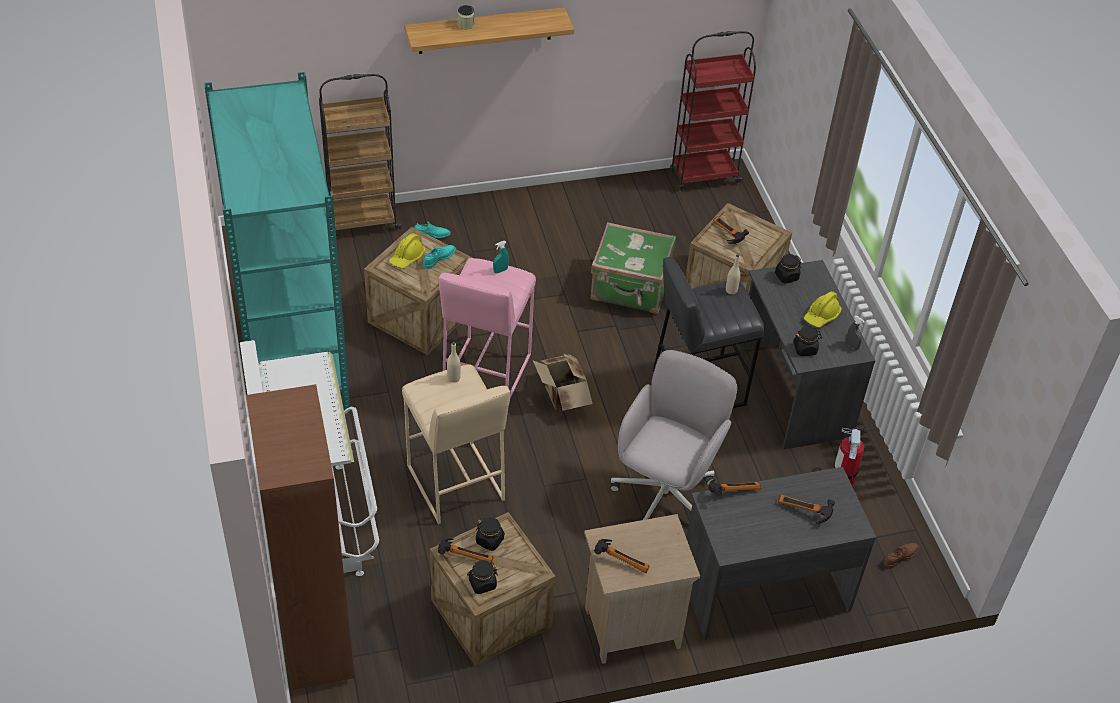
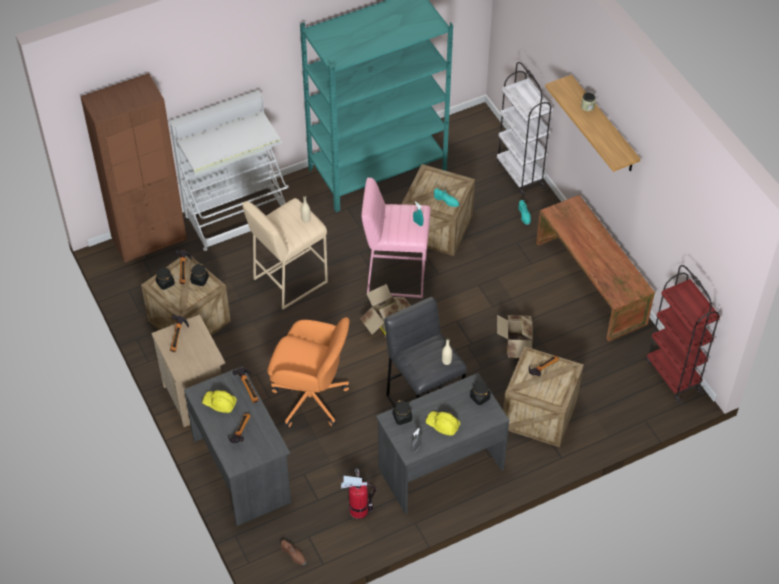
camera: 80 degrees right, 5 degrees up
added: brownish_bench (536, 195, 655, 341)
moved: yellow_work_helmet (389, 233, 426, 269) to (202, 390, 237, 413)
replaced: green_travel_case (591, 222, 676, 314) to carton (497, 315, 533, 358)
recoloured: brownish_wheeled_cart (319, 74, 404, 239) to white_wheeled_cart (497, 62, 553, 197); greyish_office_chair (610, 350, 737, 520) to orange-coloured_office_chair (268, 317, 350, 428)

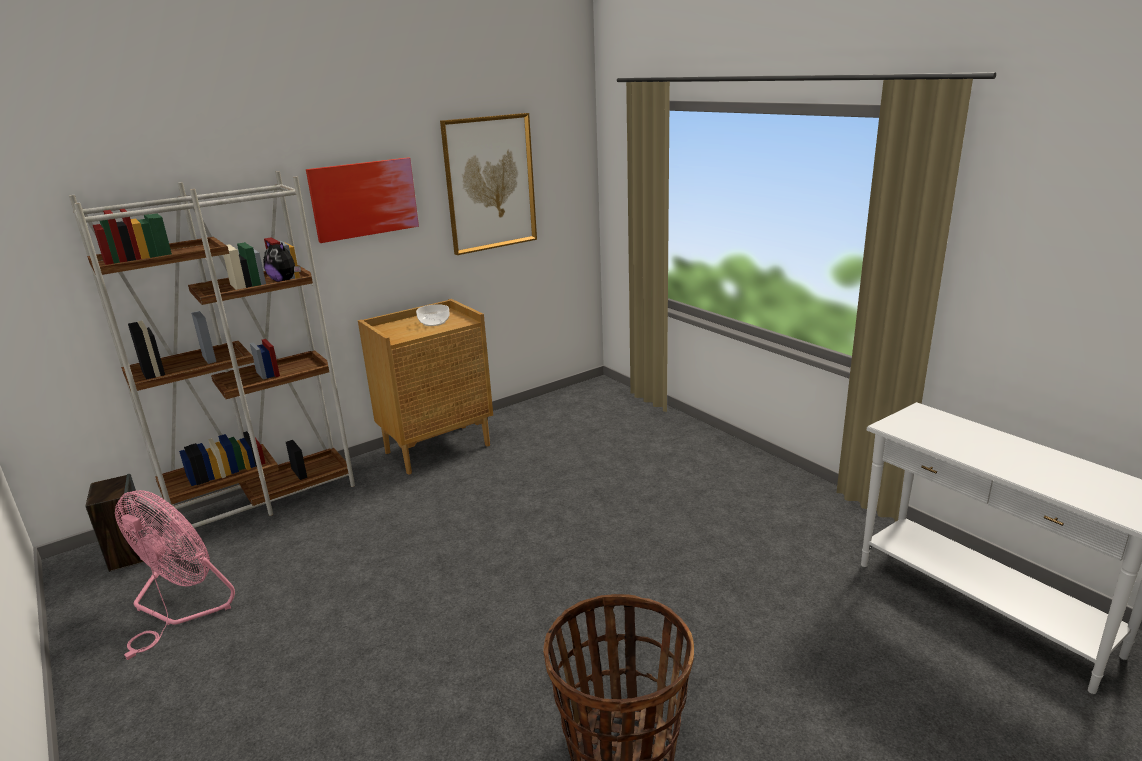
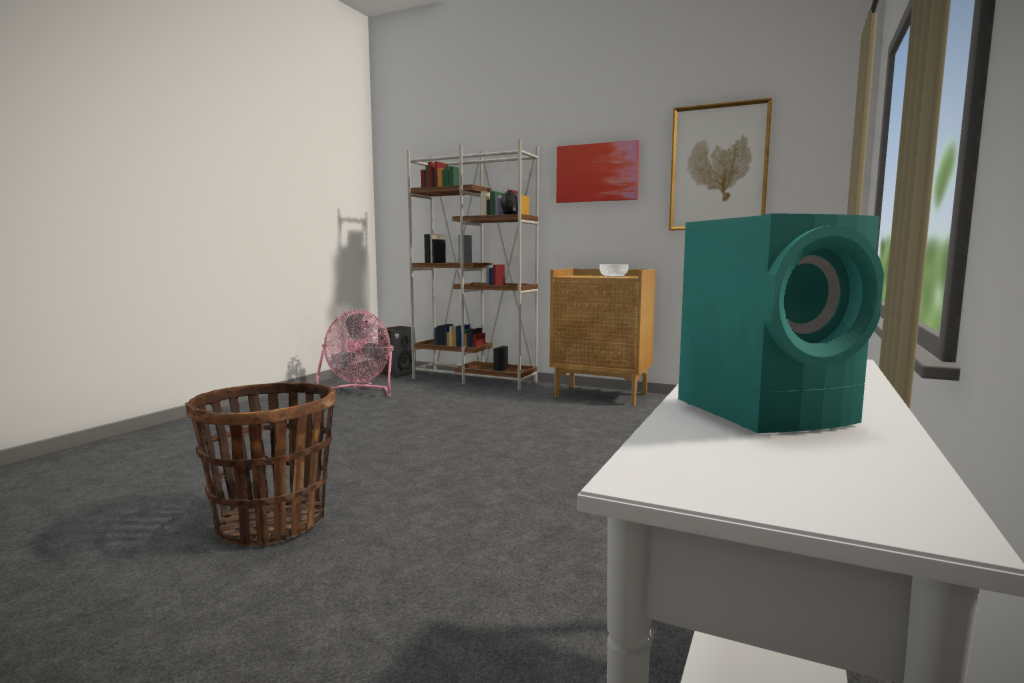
camera: 60 degrees right, 15 degrees down
added: blue-green_speaker (678, 214, 884, 433)
turned: pink-coloured_cooling_fan (115, 490, 235, 660) = (316, 310, 394, 396) 105 degrees clockwise

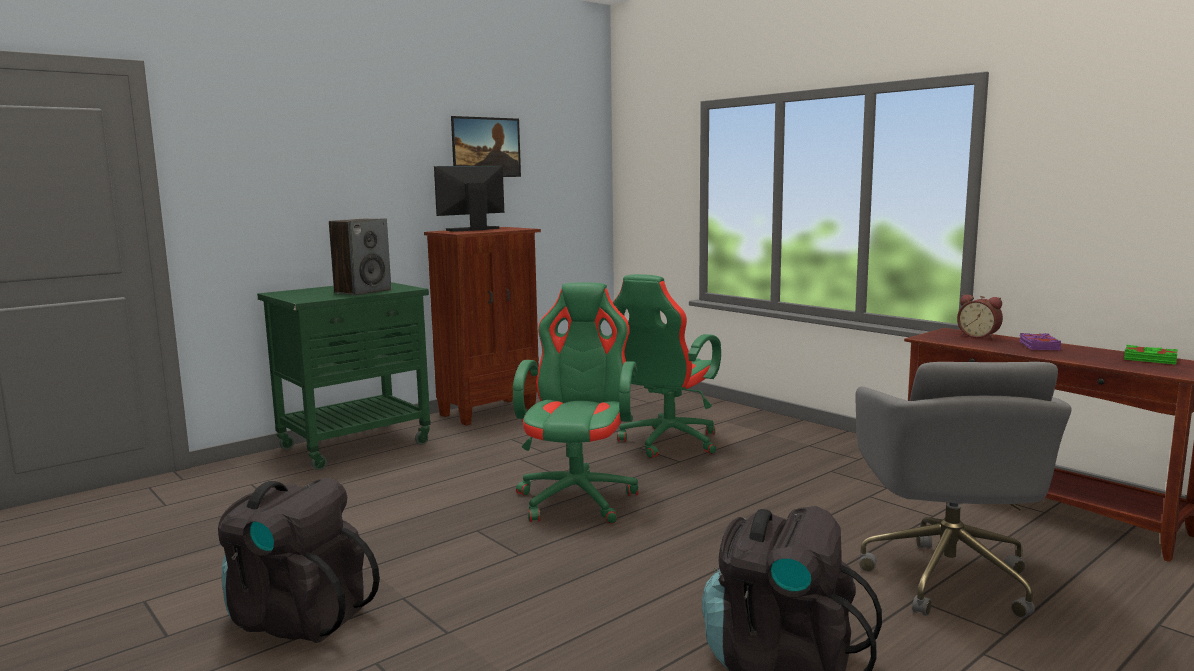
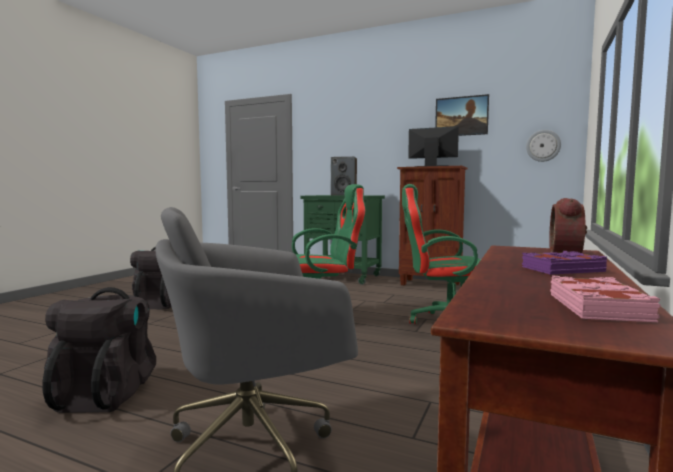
camera: 65 degrees right, 5 degrees down
added: hanging_clock (526, 130, 561, 162)
recoloured: green_book (1124, 345, 1178, 365) to pink-coloured_book (550, 275, 660, 322)

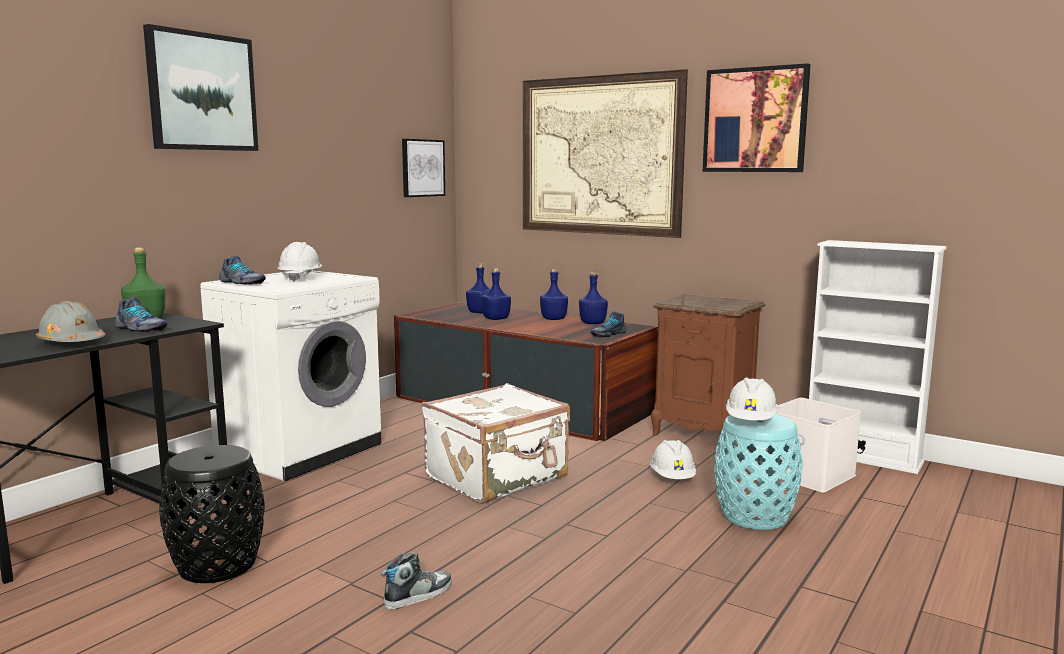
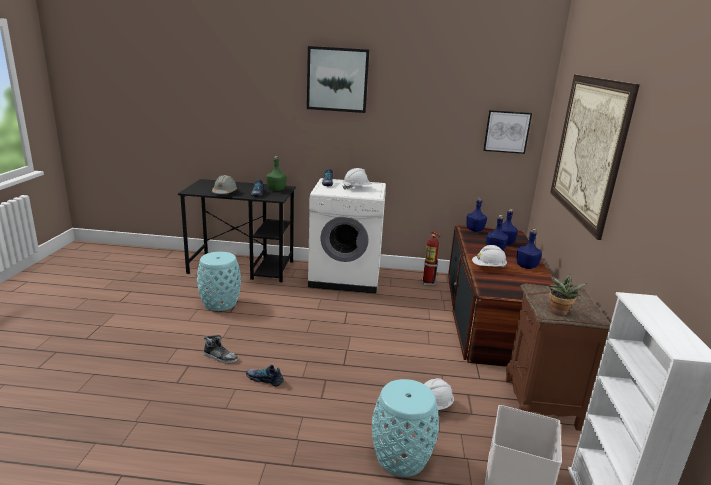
camera: 60 degrees right, 10 degrees up
removed: wall_art (703, 63, 810, 172); white_travel_case (422, 383, 570, 504)
added: fire-fighting_cylinder (422, 231, 441, 286); potted_plant (548, 275, 588, 316)
moved: blue_beverage_bottle (579, 271, 608, 324) to (466, 197, 487, 232); shoe (591, 311, 626, 338) to (246, 365, 284, 386); white_work_helmet (726, 377, 779, 420) to (472, 245, 507, 267)
recoloured: blackish_stool_seat (159, 445, 265, 583) to blue-green_stool_seat (197, 252, 241, 311)

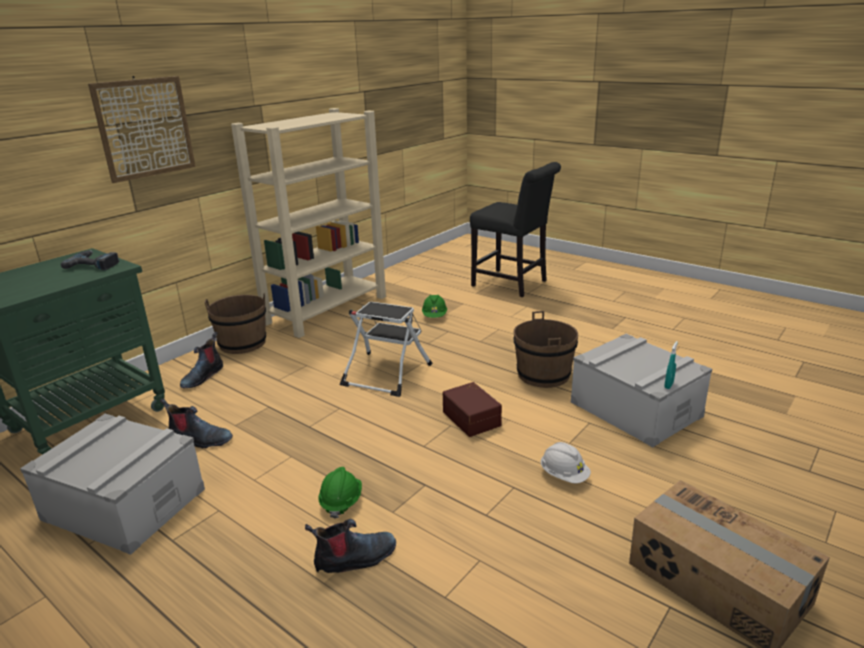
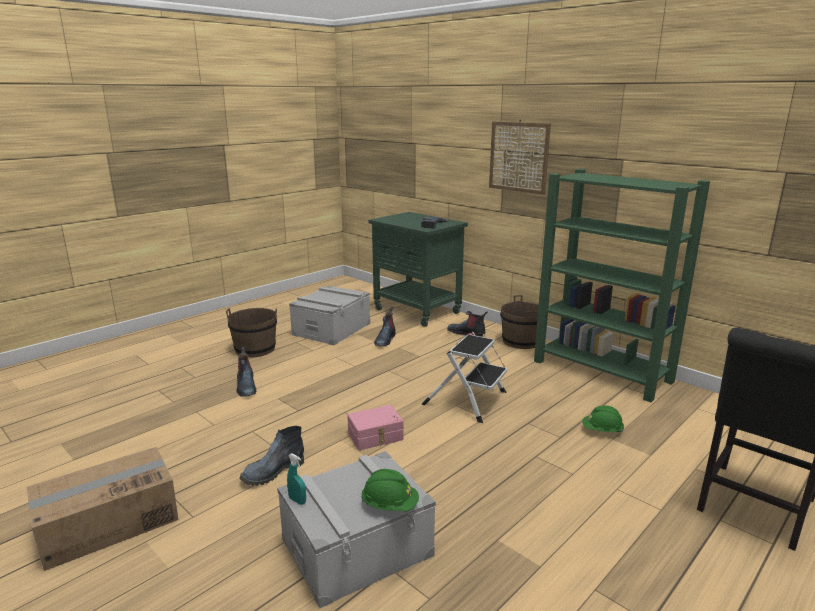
camera: 95 degrees right, 5 degrees down
moved: brownish_water_bucket (514, 311, 578, 388) to (226, 308, 277, 358); green_work_helmet (319, 467, 362, 519) to (361, 469, 419, 511)
replaced: white_work_helmet (541, 442, 591, 483) to boot (239, 426, 304, 486)
recoloured: beige_bookcase (231, 108, 386, 338) to green_bookcase (534, 169, 710, 402); brownish_storage_container (443, 382, 502, 437) to pink-coloured_storage_container (347, 405, 404, 450)

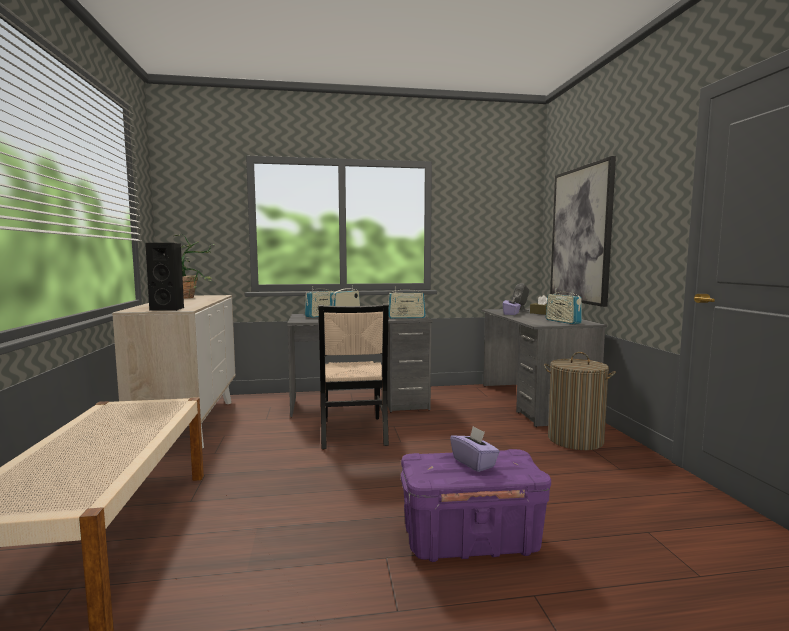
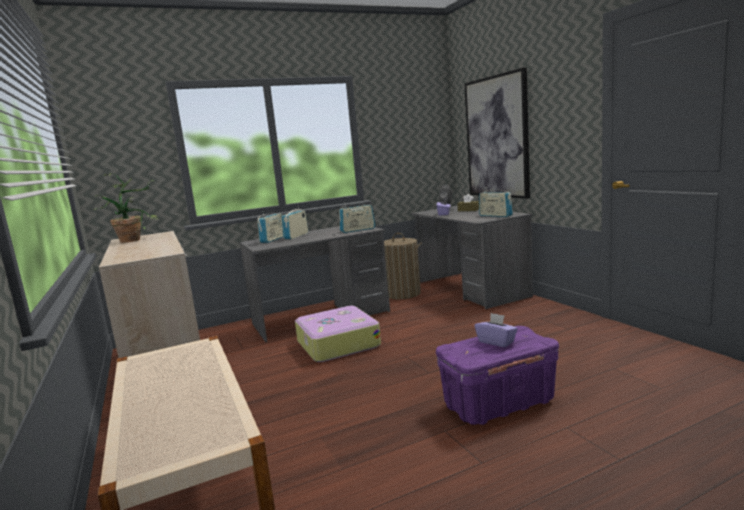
camera: 15 degrees left, 5 degrees up
removed: blackish_speaker (145, 243, 184, 311)
moved: laundry_basket (544, 352, 616, 450) to (384, 233, 422, 299)
replaced: plain_chair (319, 304, 389, 449) to travel_case (295, 306, 381, 362)

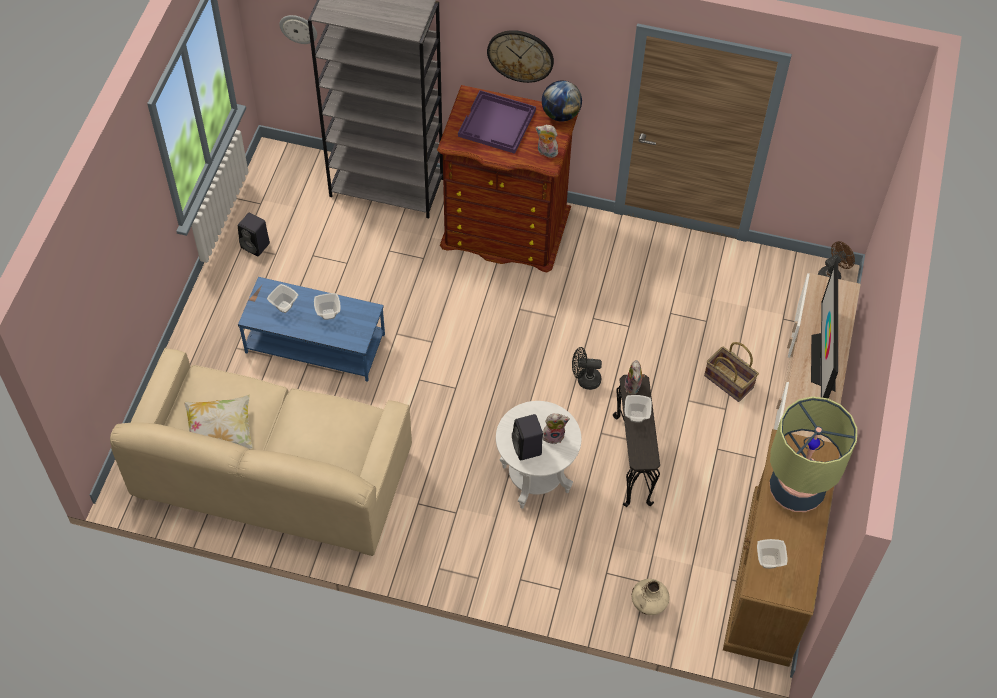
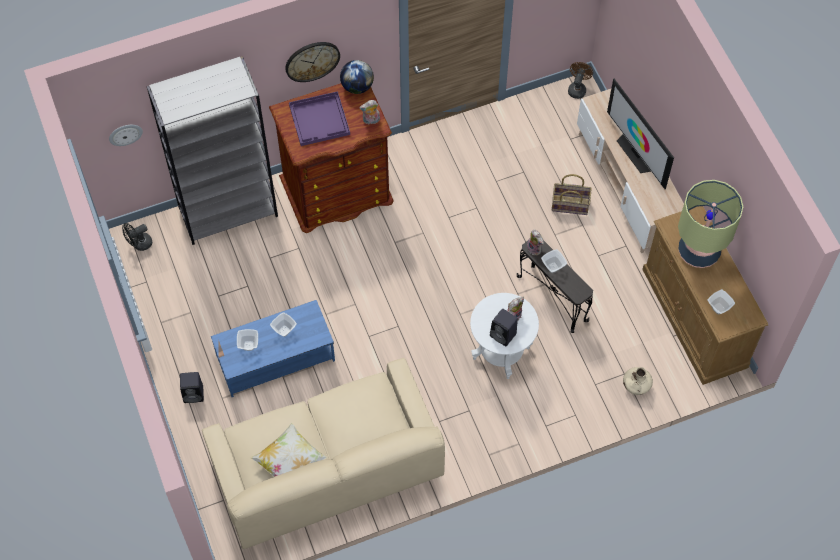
camera: 35 degrees left, 5 degrees up
moved: blackish_speaker (238, 213, 270, 256) to (180, 372, 204, 403); blackish_cooling_fan (572, 347, 602, 390) to (122, 223, 152, 251)

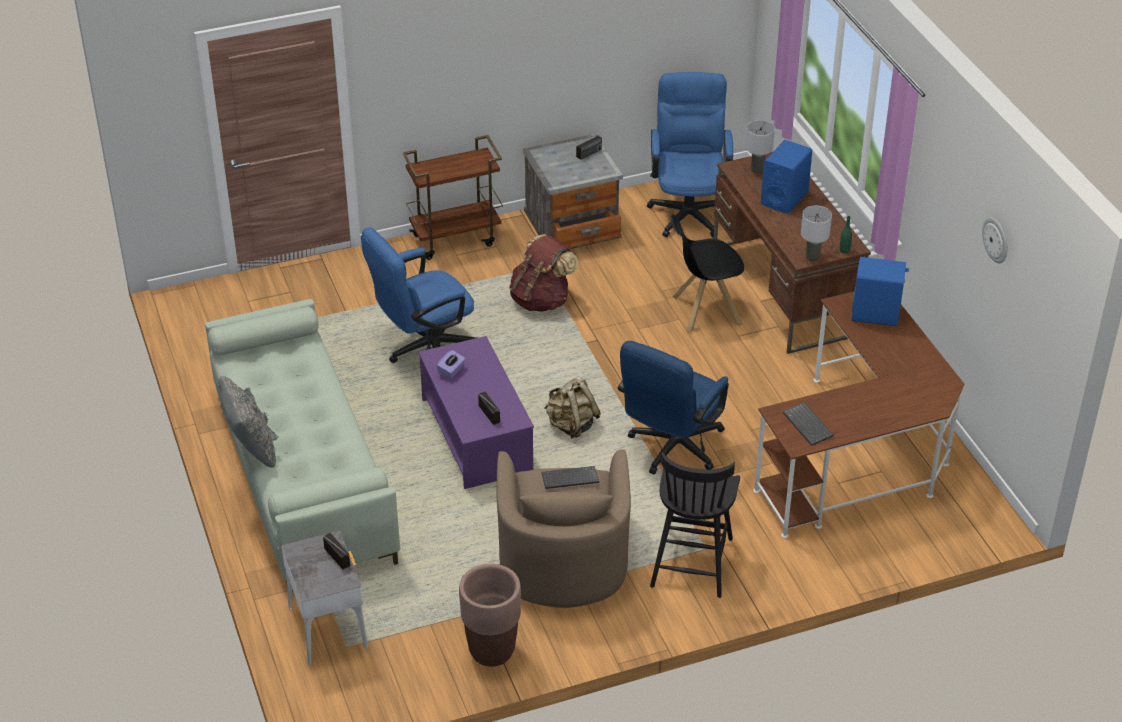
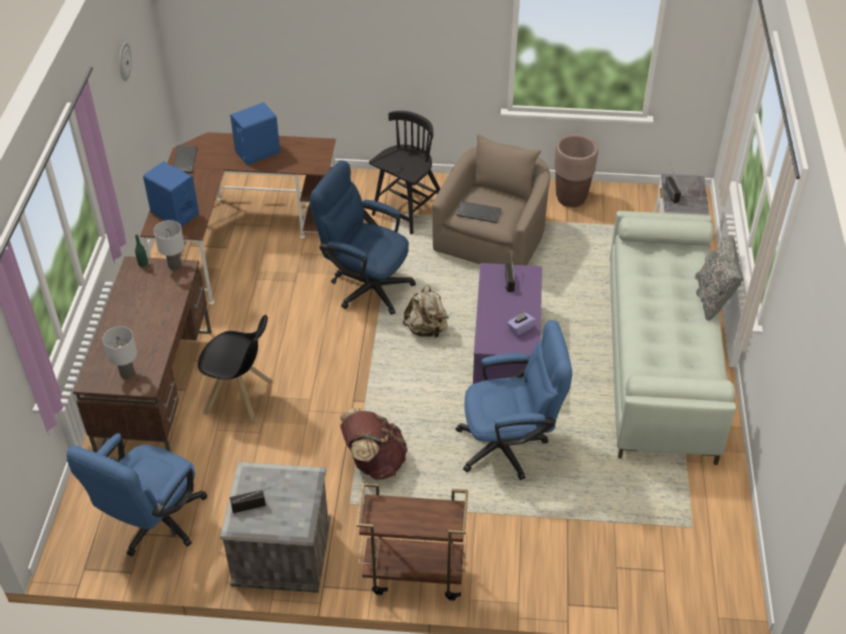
camera: 155 degrees left, 5 degrees up
moved: blue_speaker (761, 140, 812, 214) to (230, 102, 280, 165); keyboard (783, 402, 834, 446) to (173, 145, 197, 173)
turned: blue_office_chair (618, 341, 729, 474) = (310, 160, 416, 315) 120 degrees counterclockwise

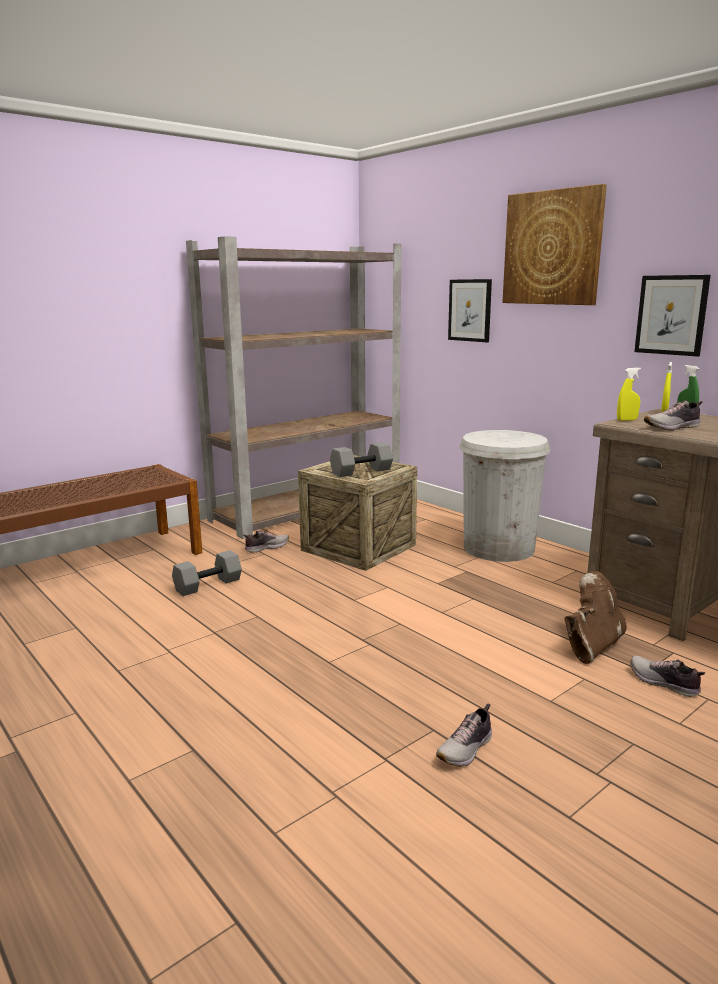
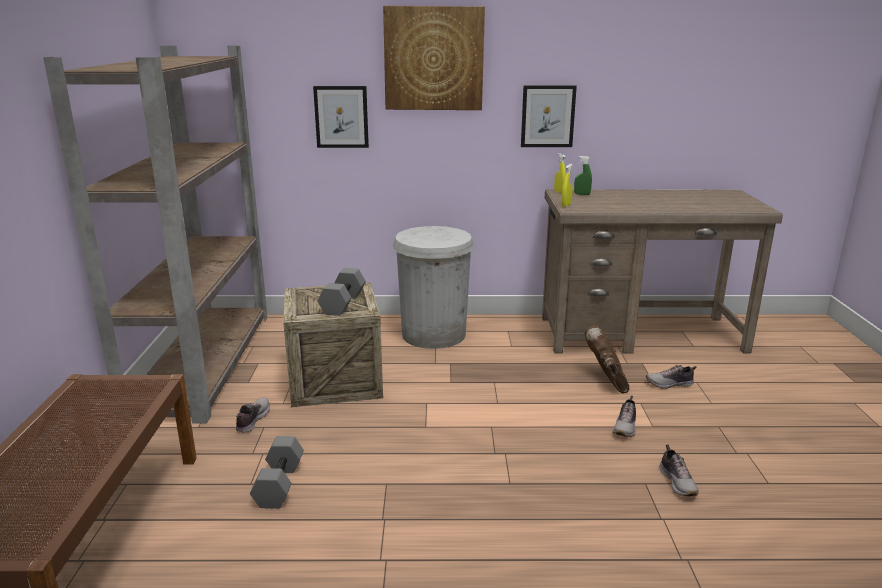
camera: 50 degrees left, 5 degrees up
moved: shoe (644, 400, 703, 431) to (613, 396, 636, 437)

